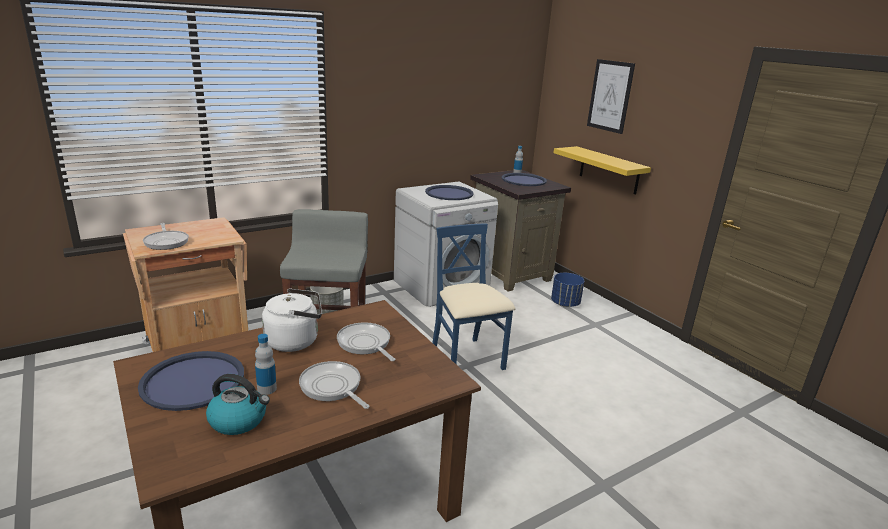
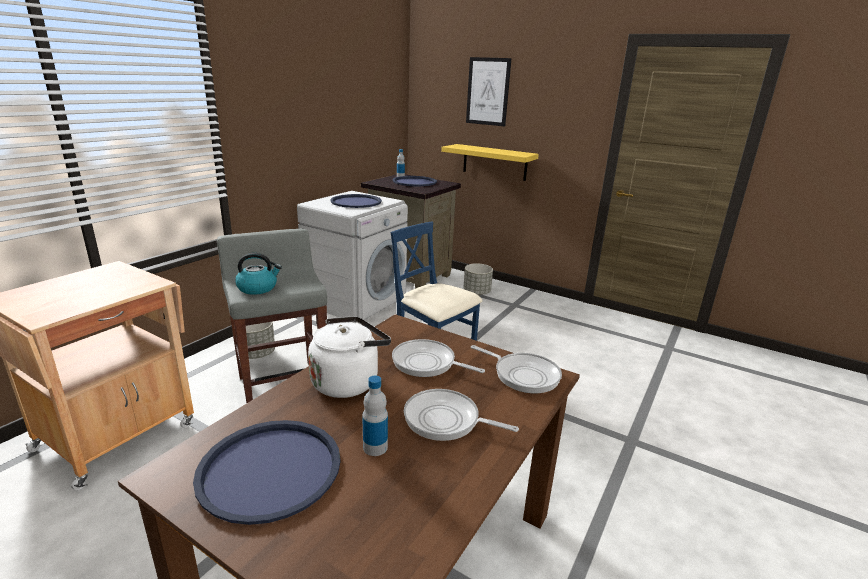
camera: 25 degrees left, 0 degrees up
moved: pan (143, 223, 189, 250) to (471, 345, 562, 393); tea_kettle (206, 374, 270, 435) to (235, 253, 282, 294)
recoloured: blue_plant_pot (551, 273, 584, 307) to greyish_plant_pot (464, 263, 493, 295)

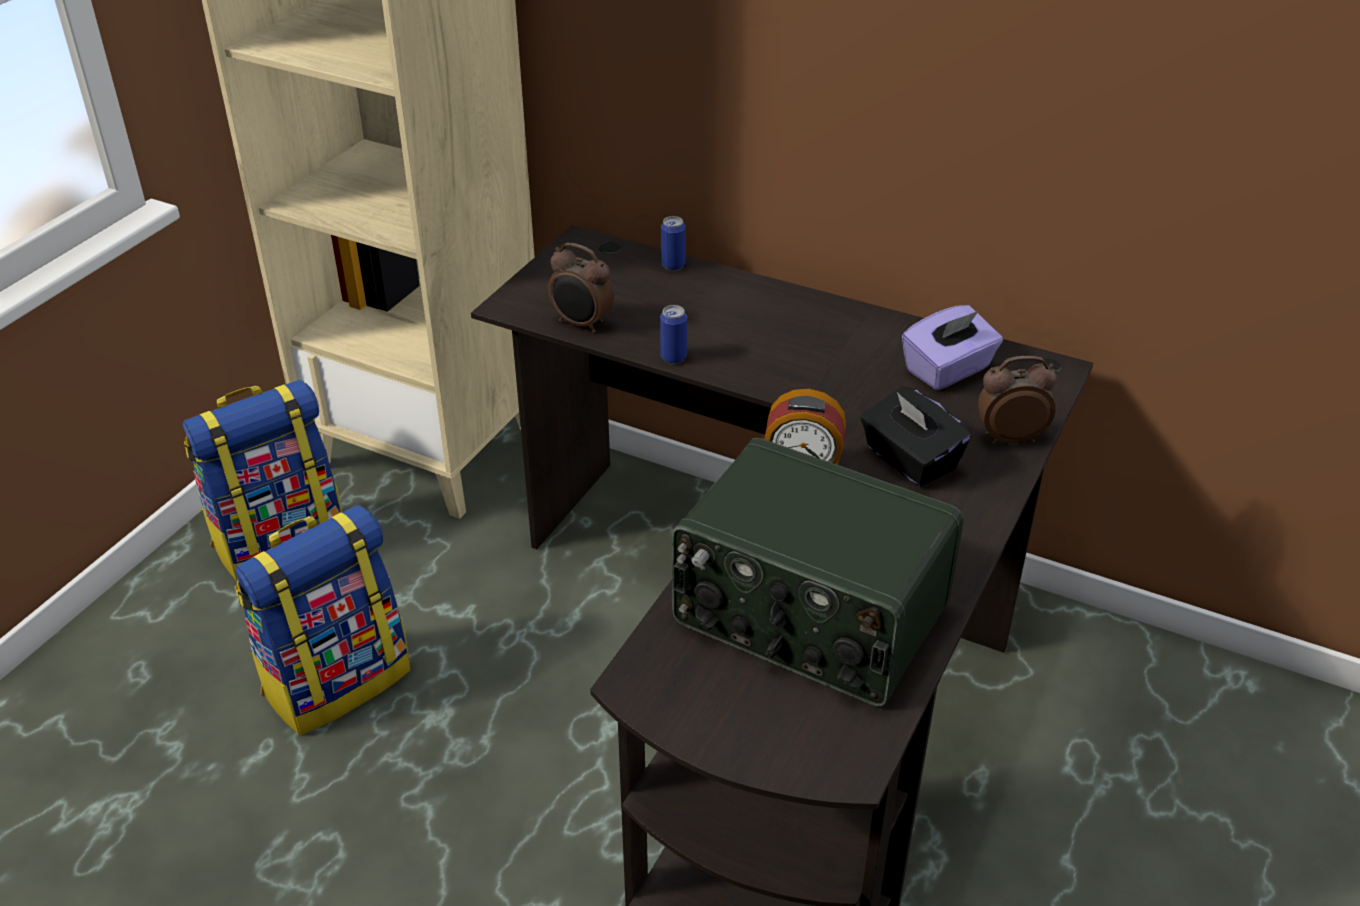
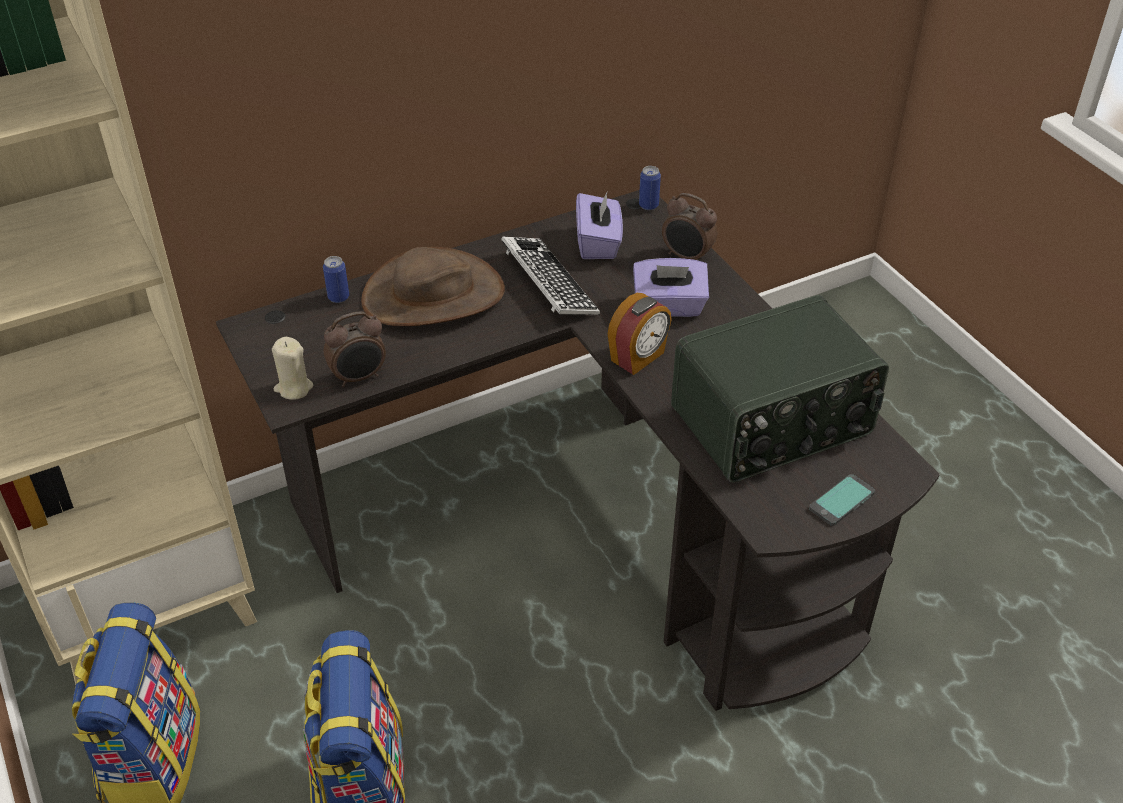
camera: 55 degrees left, 5 degrees up
added: keyboard (501, 237, 600, 315); brownish_hat (361, 247, 505, 326); beige_wax_candle (272, 337, 313, 400); phone (809, 474, 875, 526)
moved: sealed_can (660, 305, 687, 364) to (639, 166, 661, 210)
recoloured: blackish_tissue_box (860, 386, 971, 486) to purple-coloured_tissue_box (633, 258, 709, 317)
turned: alarm_clock (978, 356, 1057, 445) = (662, 193, 717, 260) 90 degrees counterclockwise

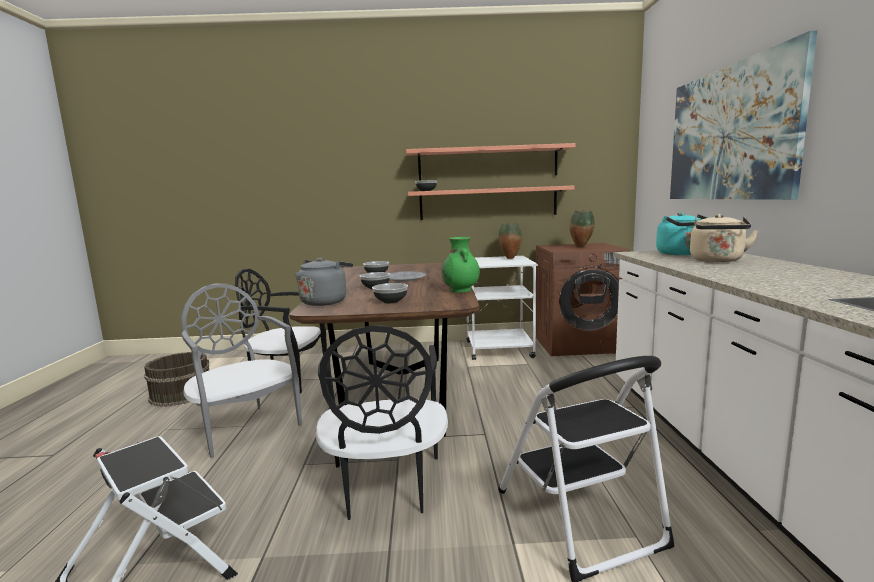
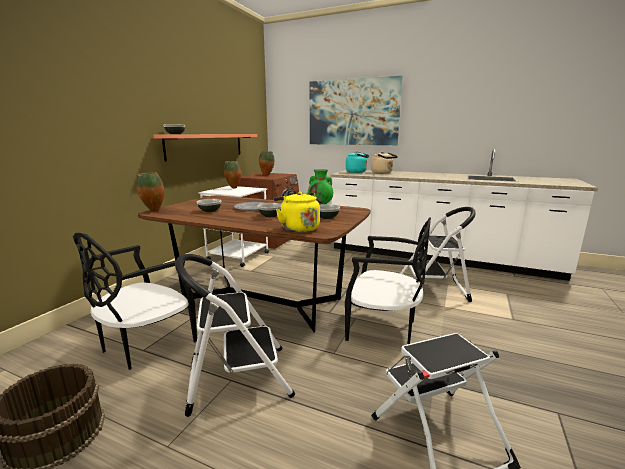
camera: 65 degrees left, 5 degrees up
removed: bracket_shelf (406, 143, 576, 180)
added: vase (136, 172, 164, 212)
replaced: greyish_plain_chair (181, 284, 302, 458) to stepladder (175, 254, 295, 417)
recoloured: greyish_tea_kettle (295, 258, 353, 306) to yellow_tea_kettle (274, 192, 320, 233)

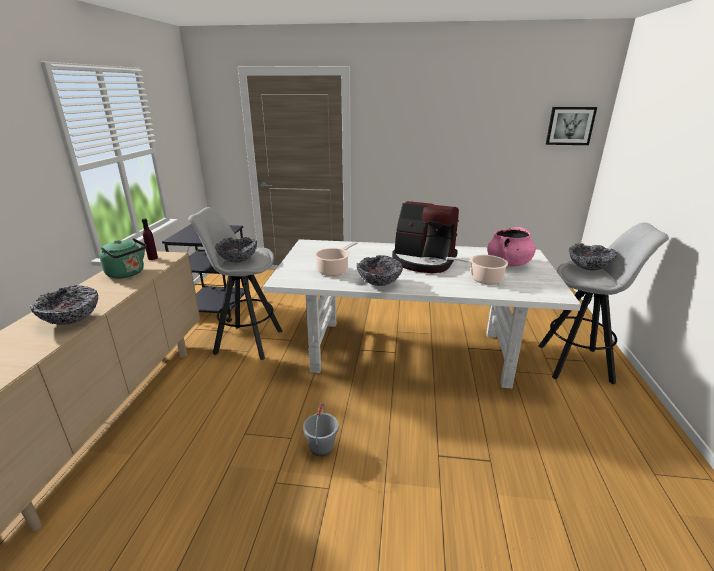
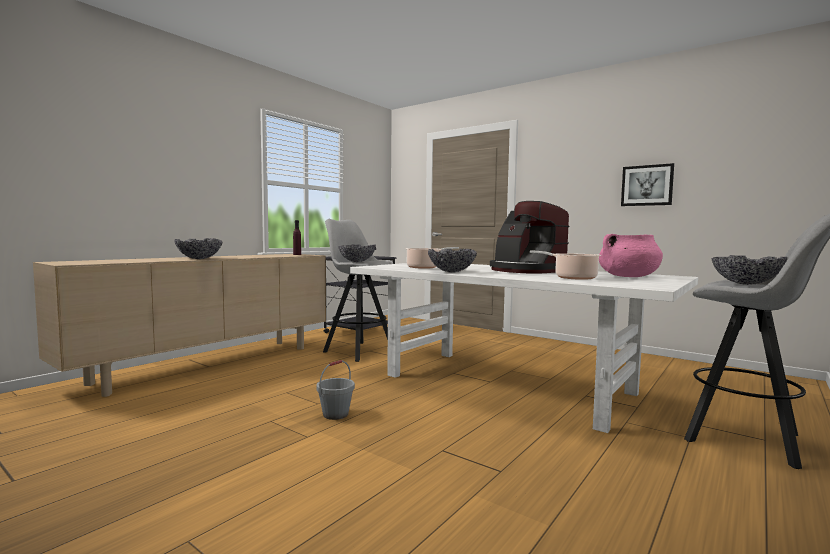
camera: 30 degrees right, 20 degrees down
removed: green_tea_kettle (99, 238, 147, 278)
moved: wall_art (546, 107, 597, 145) to (621, 163, 674, 206)

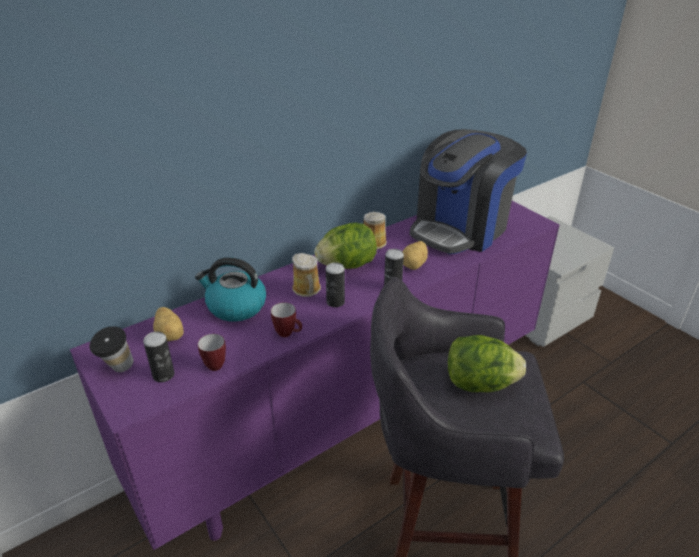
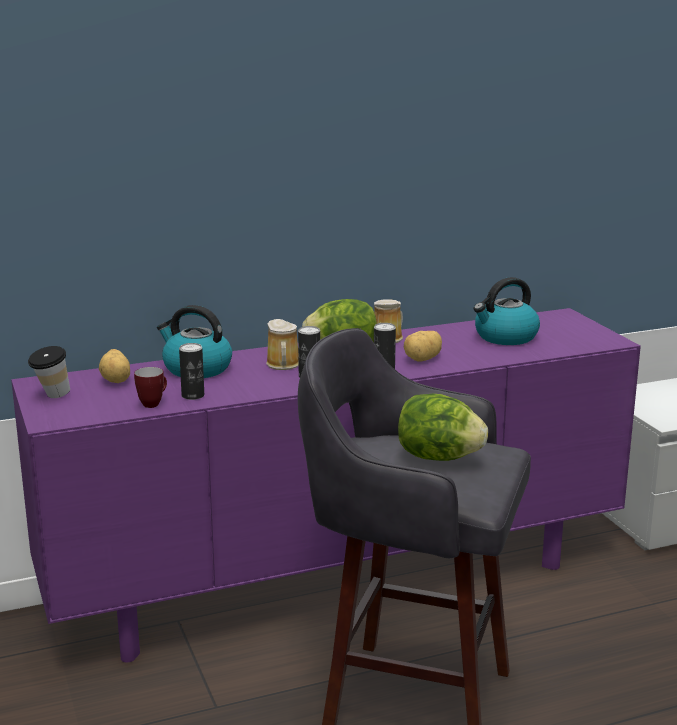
camera: 15 degrees right, 15 degrees down
removed: tea_mug (271, 302, 302, 337)
moved: sealed_can (143, 331, 175, 382) to (179, 343, 204, 400)
replaced: coffee_machine (410, 129, 527, 254) to tea_kettle (474, 277, 540, 345)

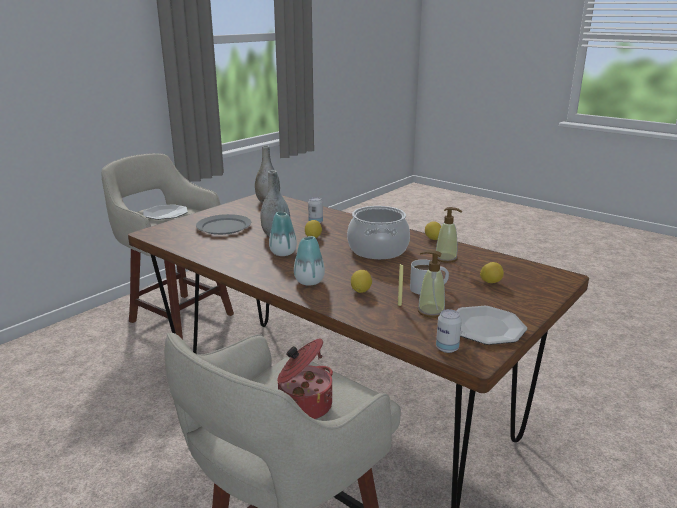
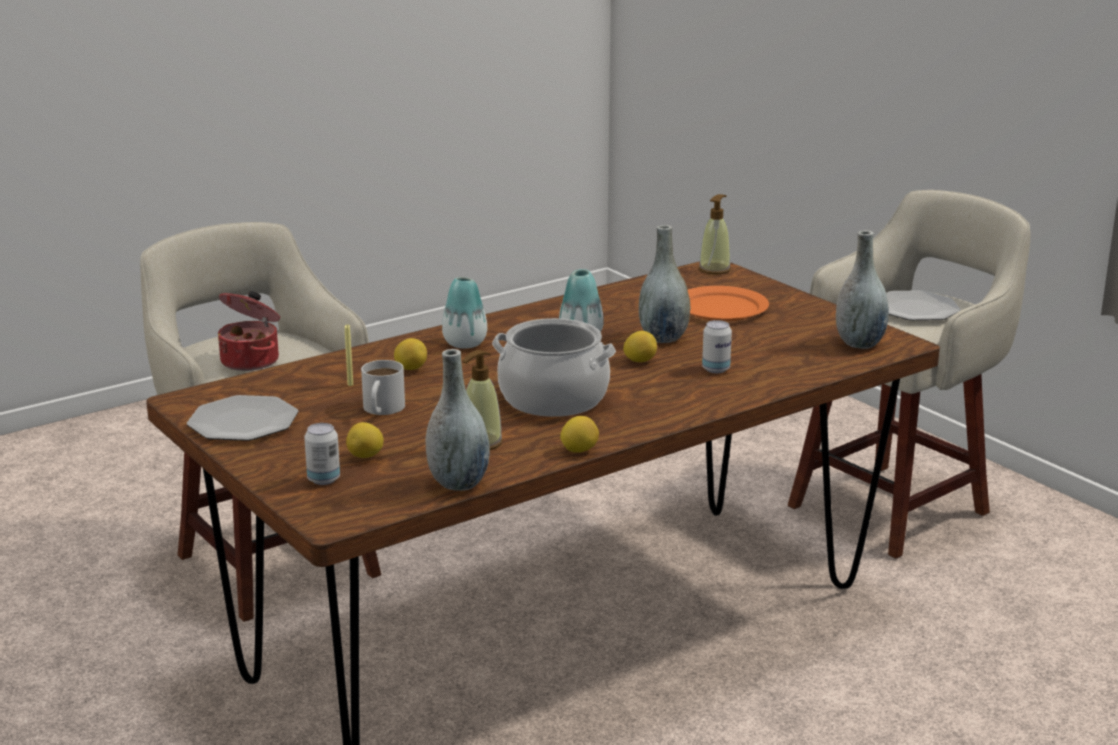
camera: 105 degrees right, 0 degrees up
added: greyish_vase (426, 349, 490, 491)
moved: liquid_soap_bottle (418, 250, 445, 318) to (699, 194, 731, 274); sealed_can (436, 309, 462, 353) to (304, 423, 340, 485)
recoloured: greyish_flat_dish (196, 214, 251, 235) to orange-coloured_flat_dish (688, 286, 769, 321)

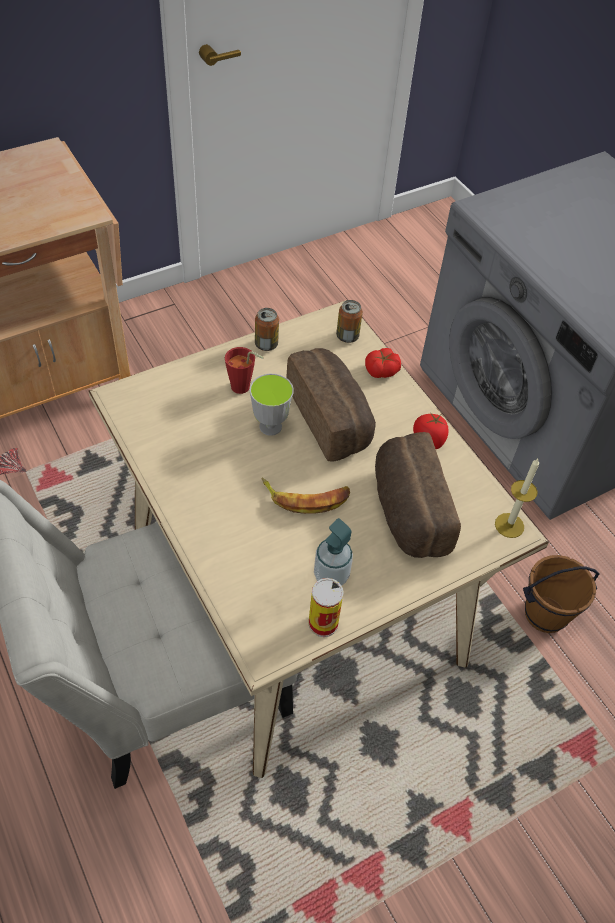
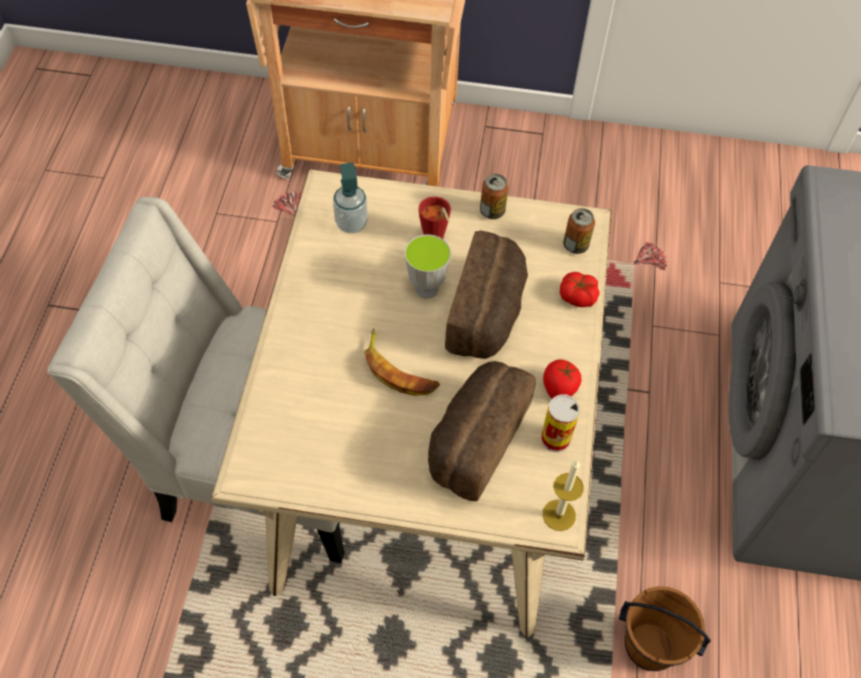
camera: 40 degrees right, 5 degrees up
moved: liquid_soap_bottle (314, 518, 353, 586) to (333, 162, 368, 233); sealed_can (308, 578, 344, 637) to (541, 394, 580, 452)

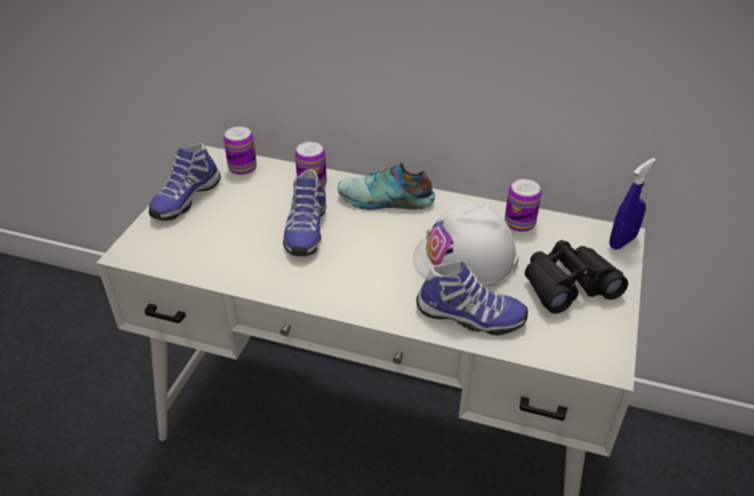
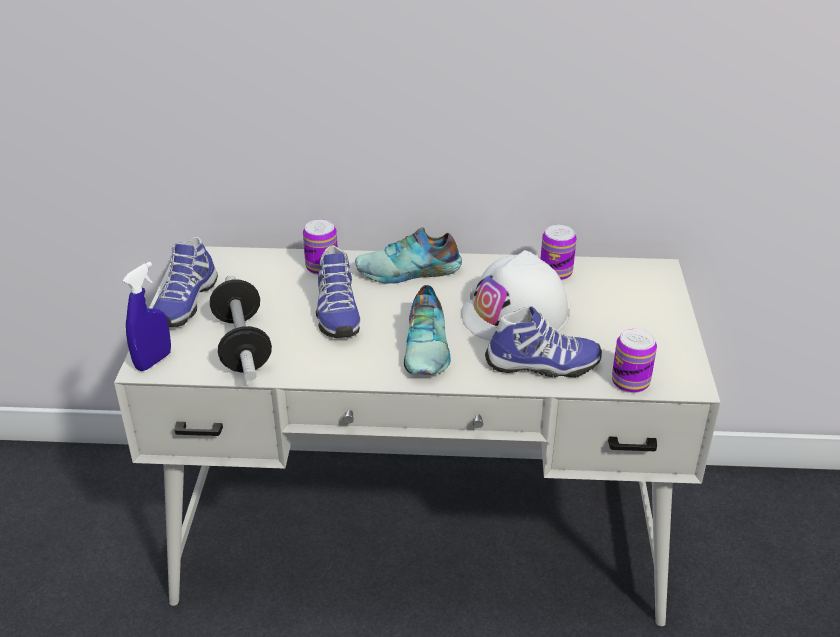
camera: 15 degrees left, 5 degrees down
removed: blackish_field_glasses (525, 240, 628, 314)
added: free_weight (210, 275, 272, 381); shoe (404, 285, 451, 375)
moved: sealed_can (223, 126, 257, 175) to (612, 328, 657, 393); blue_sprayer (609, 158, 656, 250) to (123, 262, 171, 371)

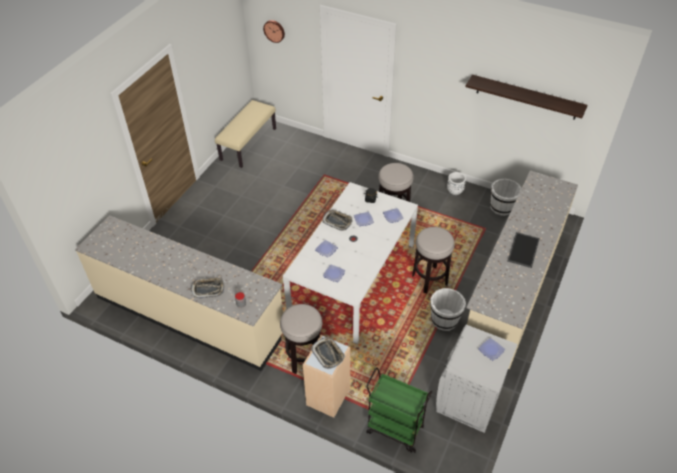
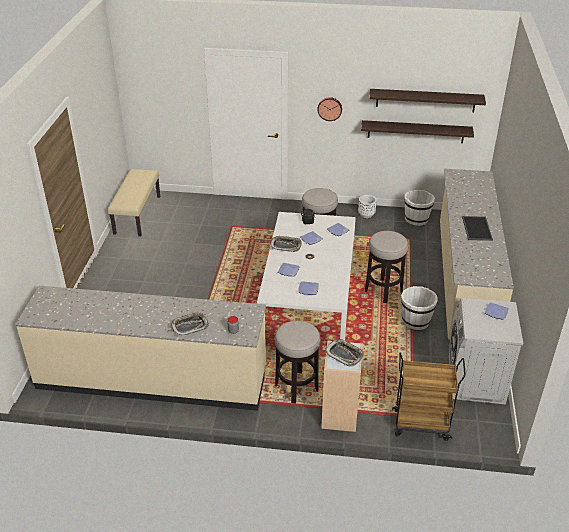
camera: 20 degrees left, 10 degrees down
added: bracket_shelf (361, 120, 474, 143)
moved: hanging_clock (263, 20, 285, 43) to (317, 97, 342, 121)
recoloured: green_wheeled_cart (366, 368, 432, 453) to brownish_wheeled_cart (392, 353, 465, 441)

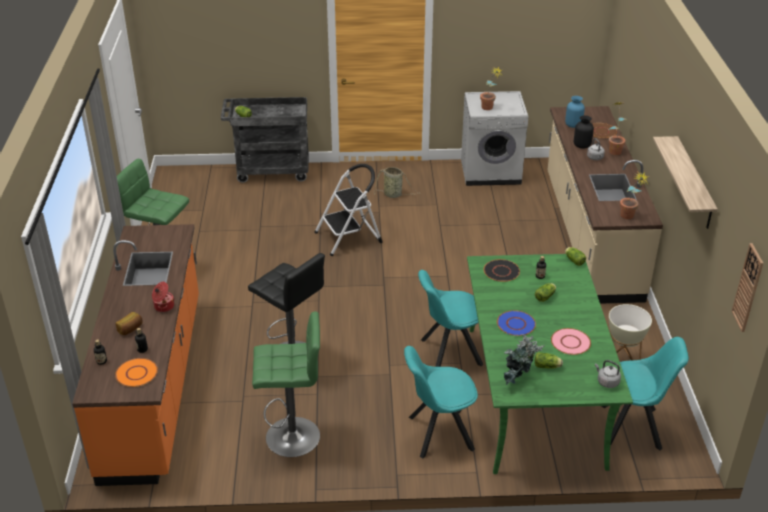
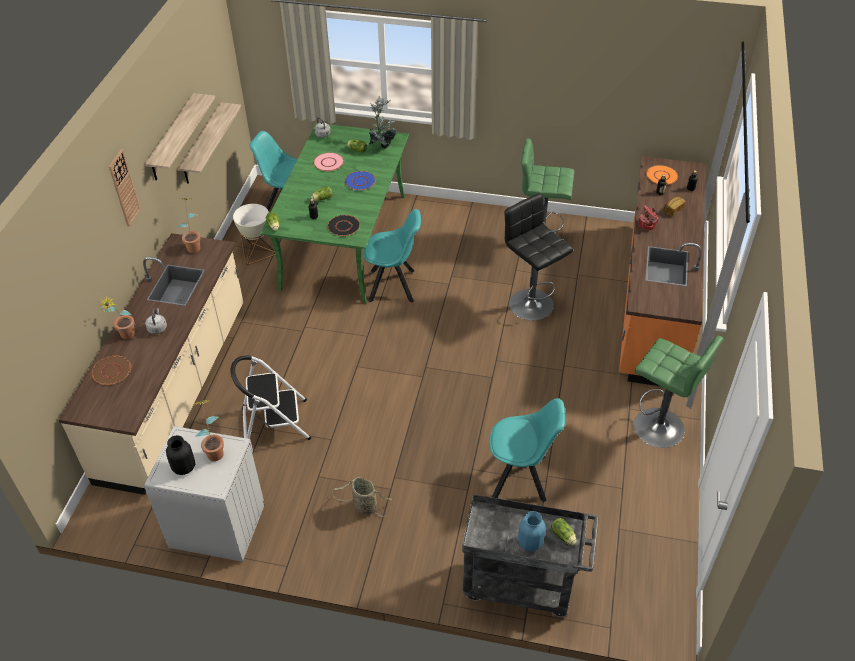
camera: 165 degrees left, 10 degrees up
added: bracket_shelf (178, 102, 241, 184)
moved: blue_vase (565, 96, 585, 128) to (518, 511, 546, 552); blackish_vase (574, 115, 594, 148) to (166, 435, 195, 475); stepladder (314, 164, 382, 256) to (230, 356, 311, 440); hanging_clock (731, 243, 763, 332) to (109, 149, 141, 227); blue-green_plain_chair (404, 346, 478, 458) to (490, 398, 565, 502)

